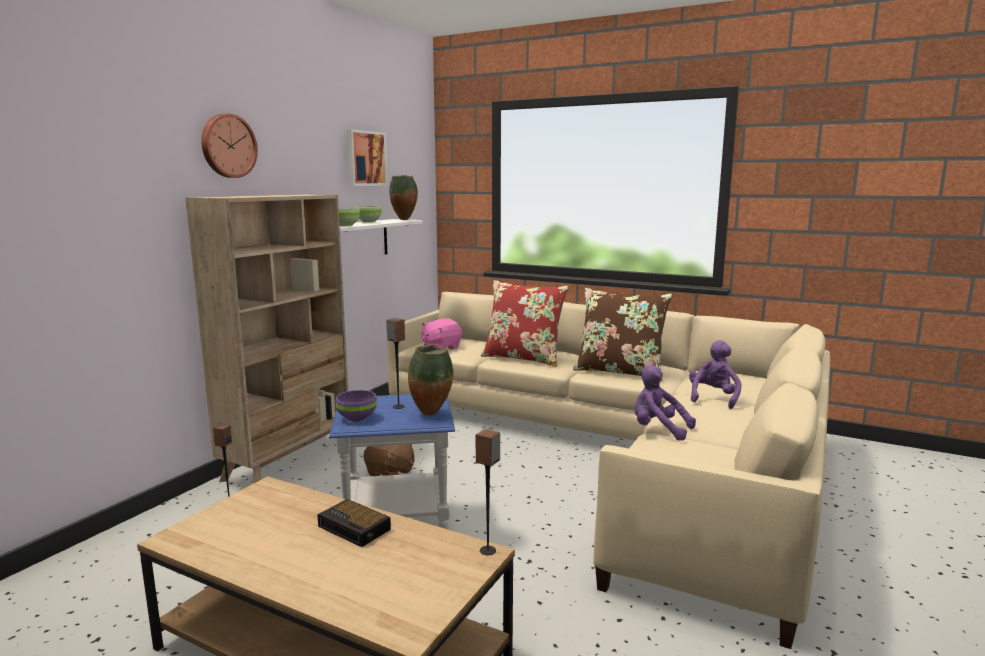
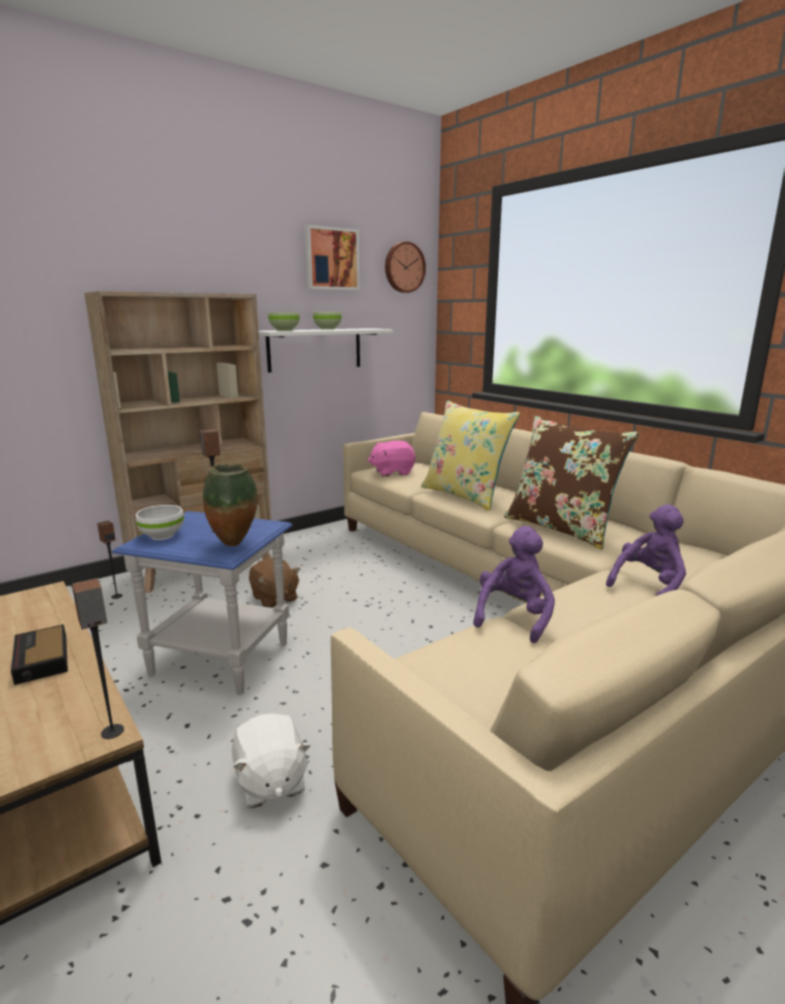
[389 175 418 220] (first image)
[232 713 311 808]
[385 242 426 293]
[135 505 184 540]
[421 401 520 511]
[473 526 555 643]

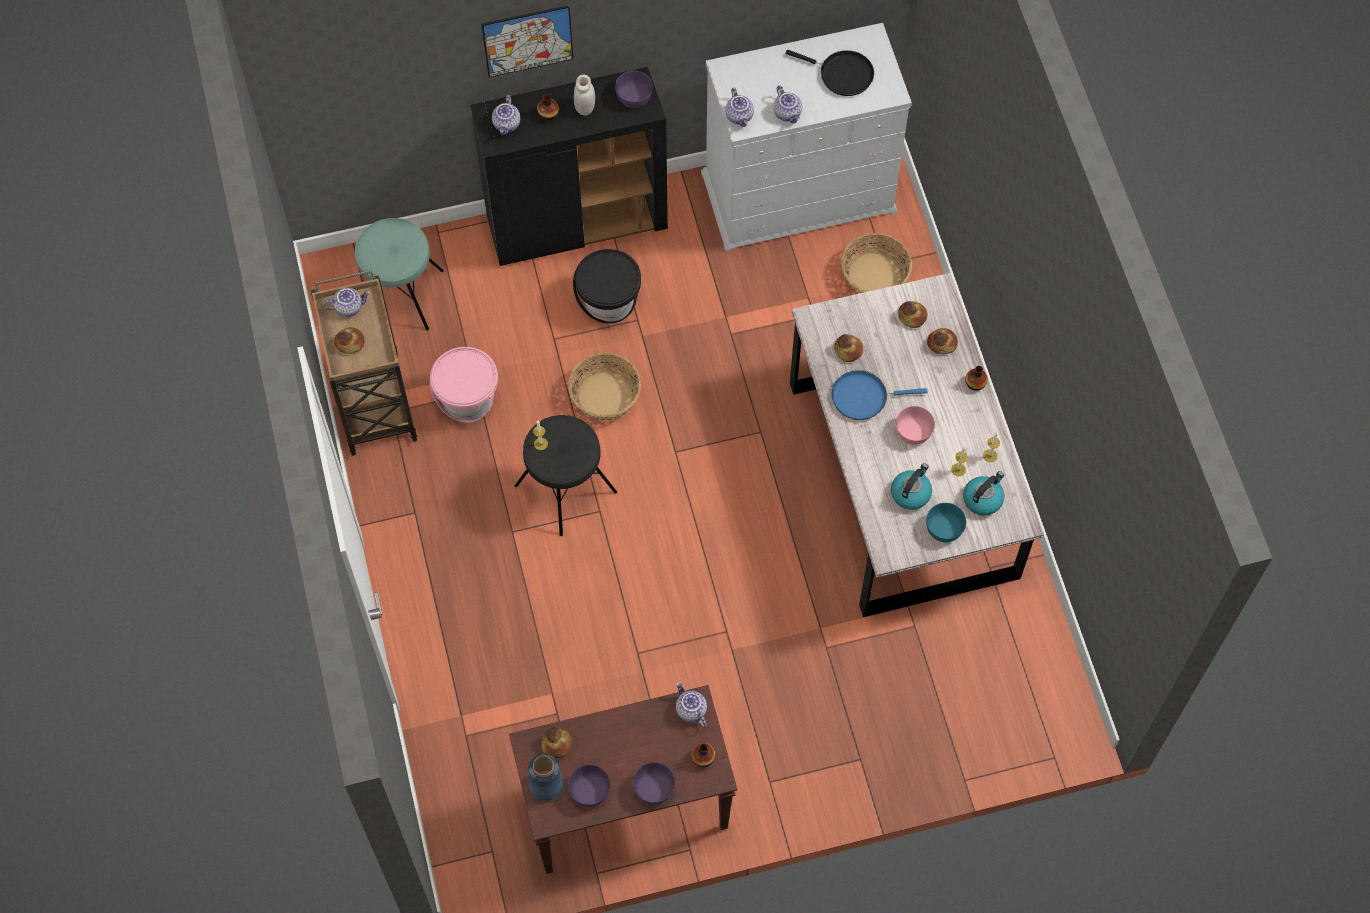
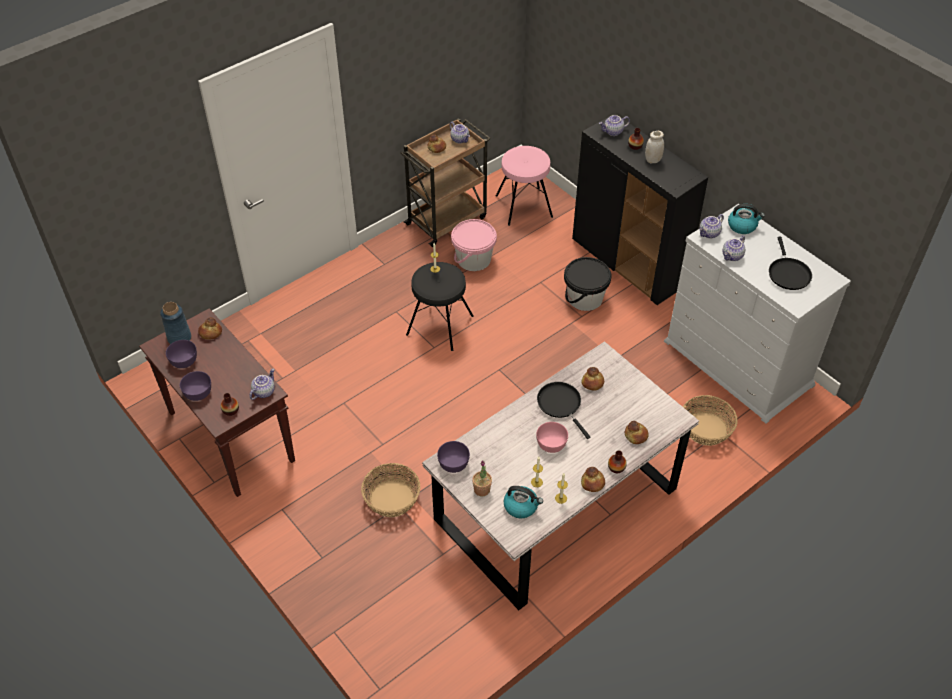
[481 5 573 77] (first image)
[361 463 420 517]
[437 441 470 473]
[728 204 765 234]
[581 467 605 492]
[472 461 492 497]
[496 146 553 226]
[537 382 590 439]

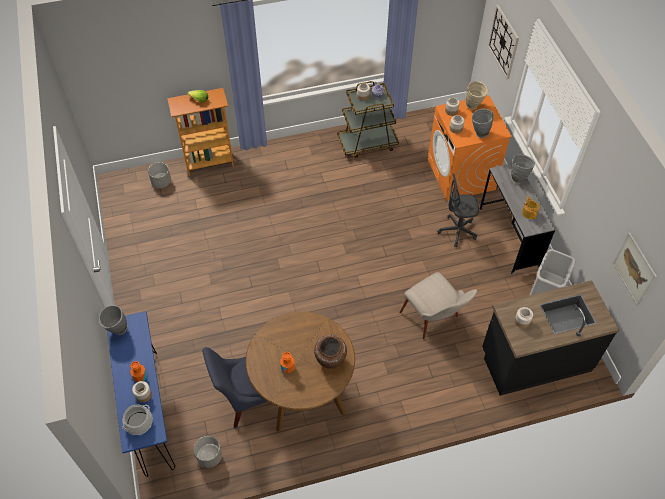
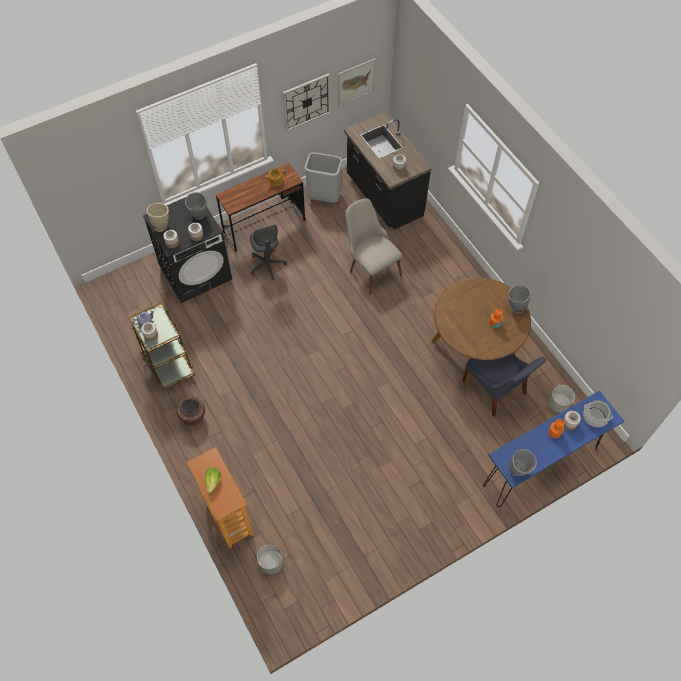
[177 397 205 426]
[283 73 330 131]
[508 285 531 314]
[143 197 232 303]
[216 163 306 252]
[345 198 402 295]

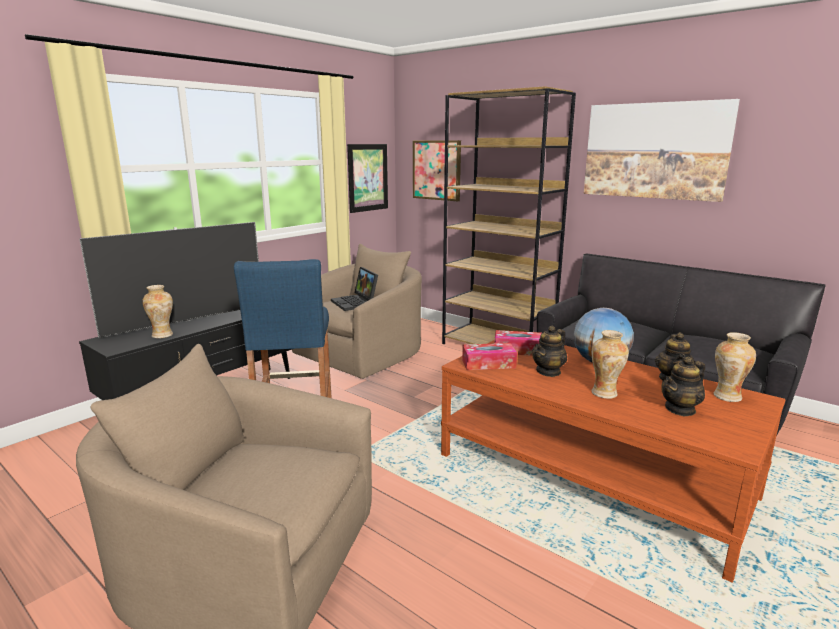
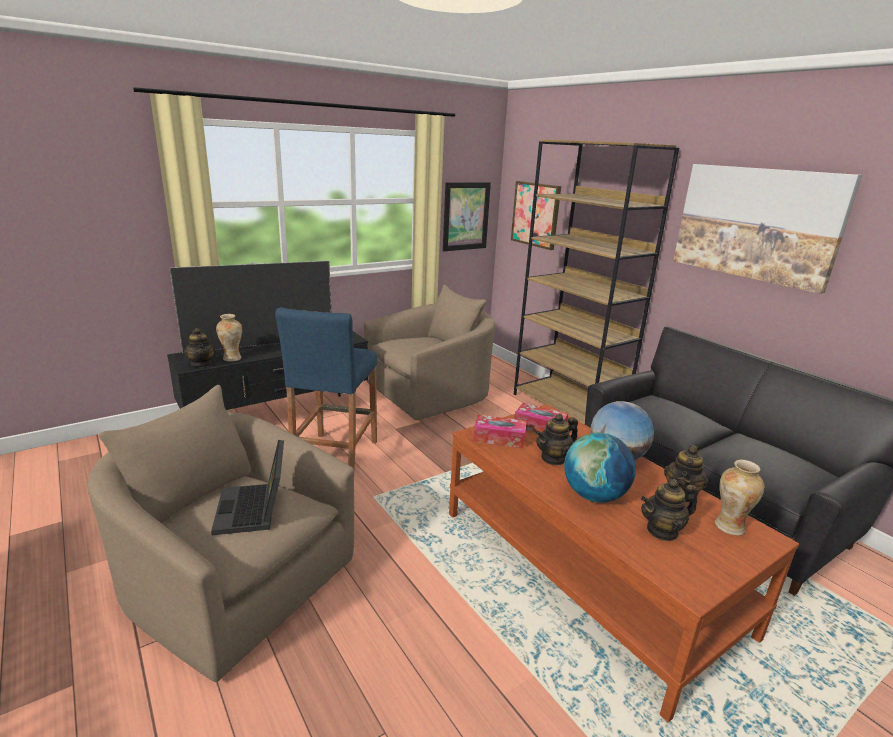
[184 328 216 368]
[211 440 284 535]
[564 433 636 503]

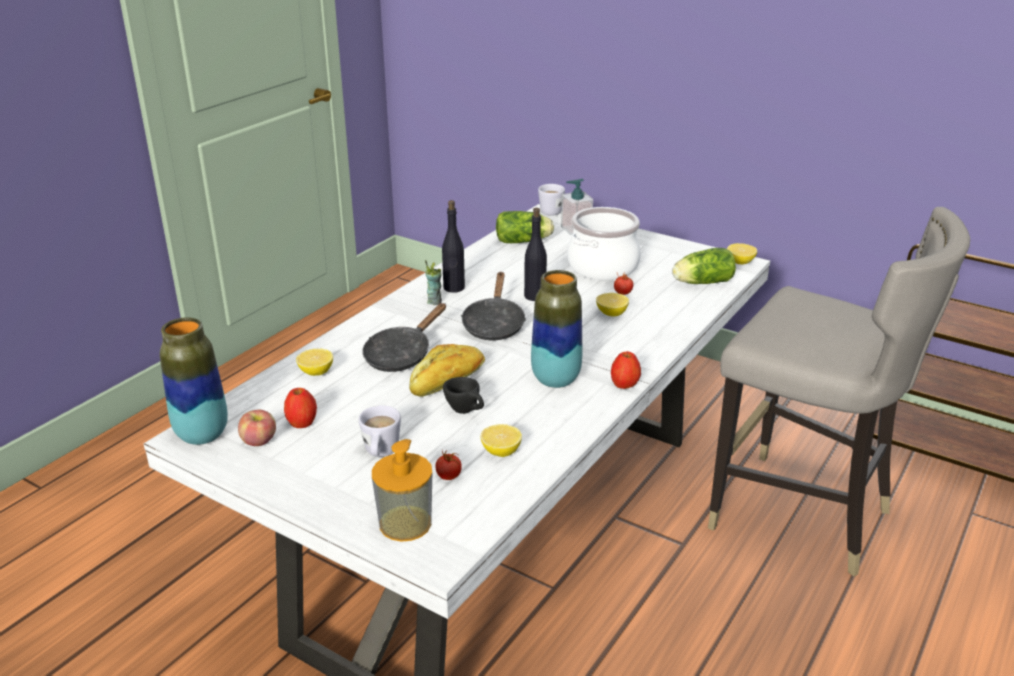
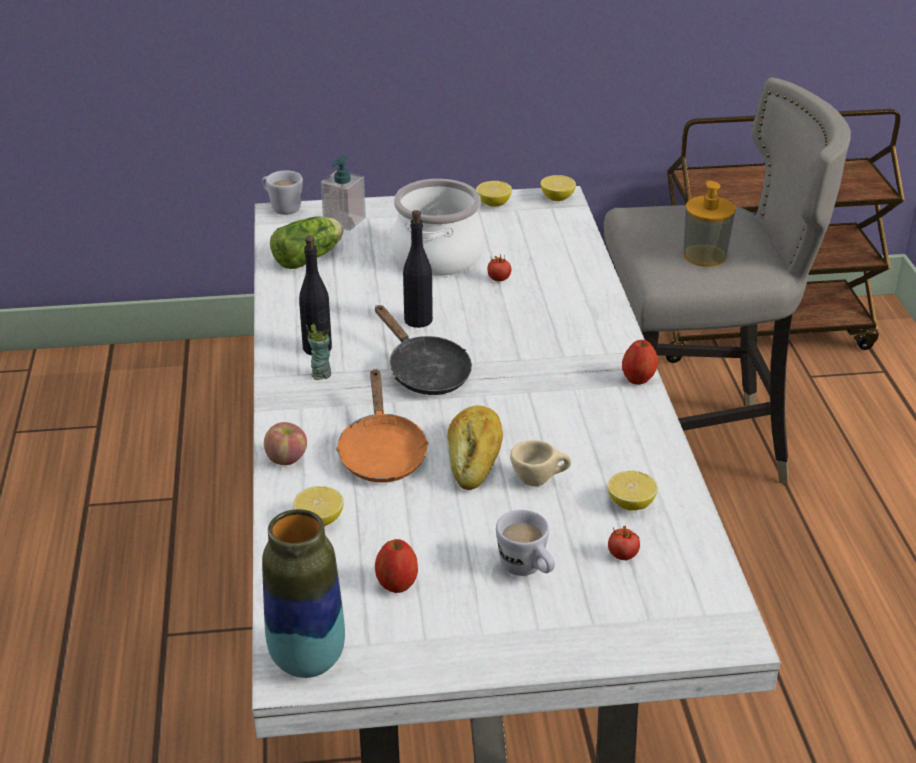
[531 270 582 388] (first image)
[672 248 736 284] (first image)
[264 422 307 465]
[683 180 736 267]
[476 181 512 207]
[336 369 429 482]
[510 440 571 486]

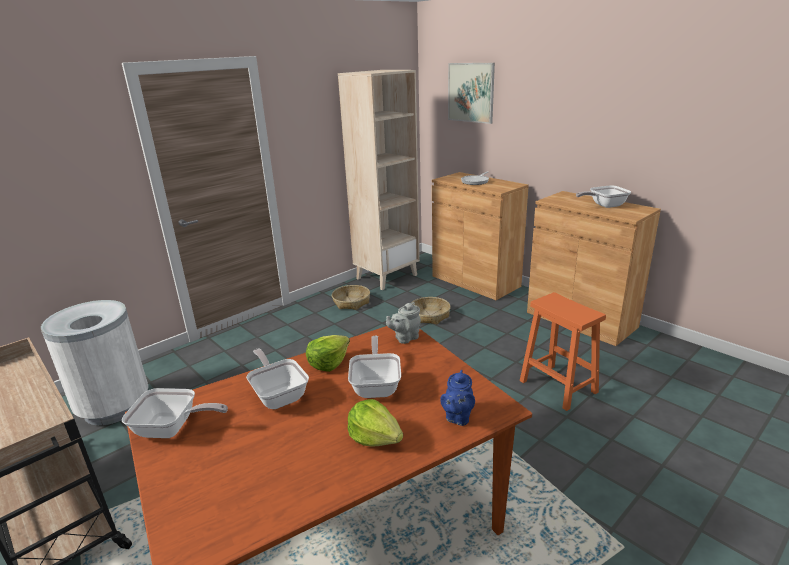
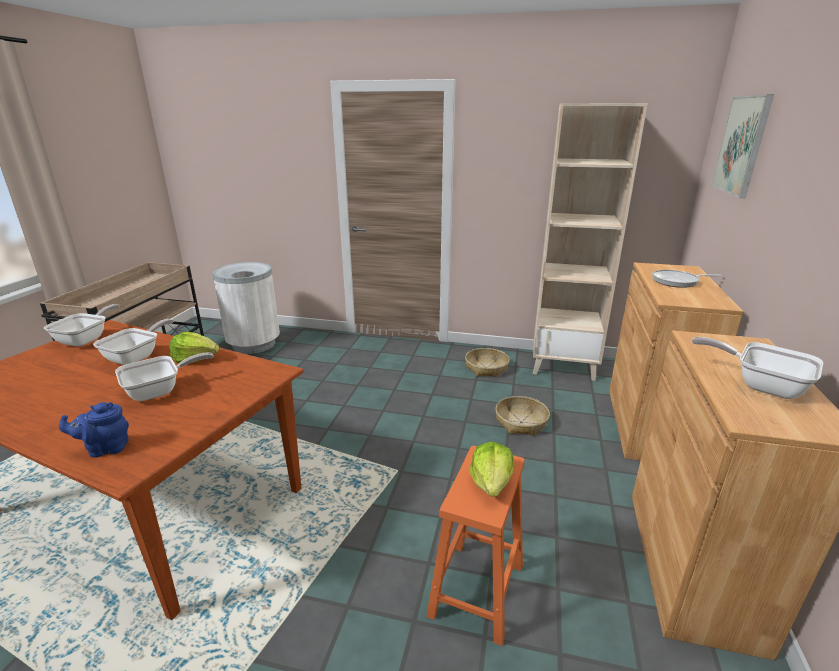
[386 302 421 344] (first image)
[470 441 514 497]
[44 304 120 347]

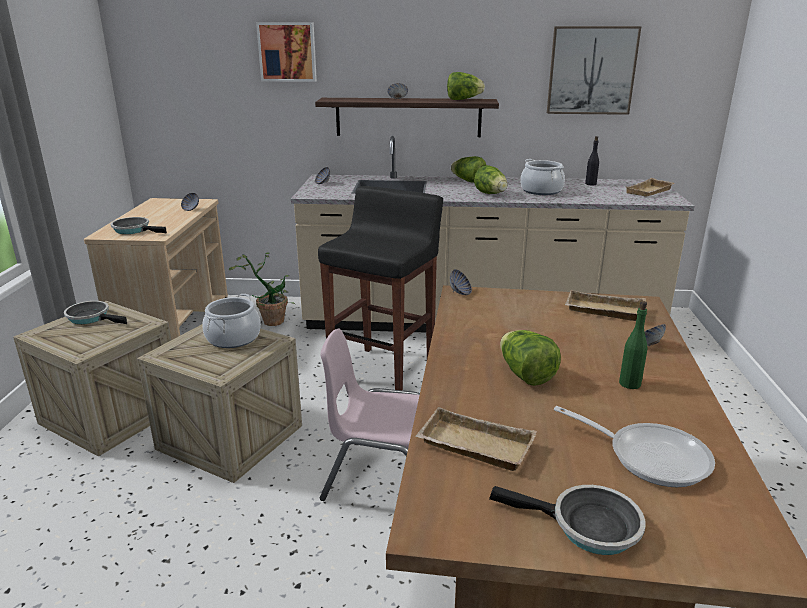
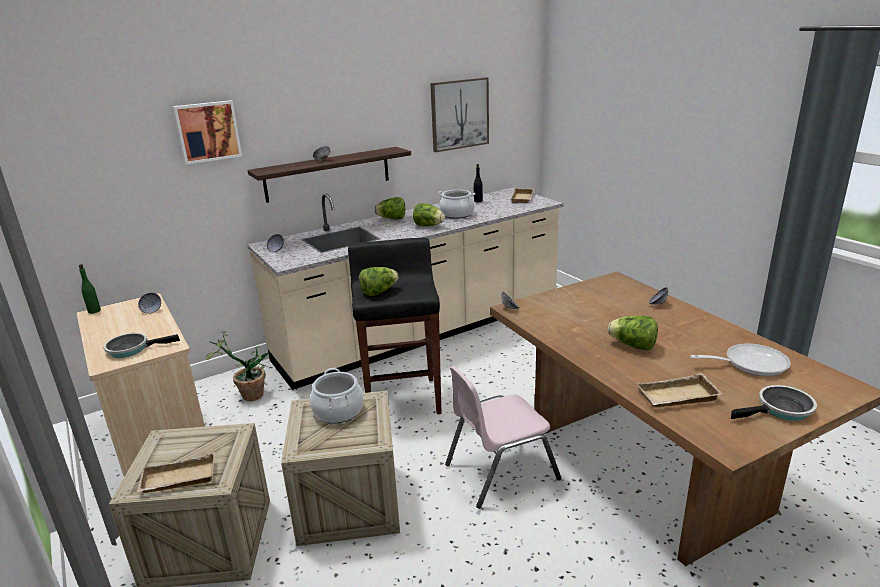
[64 301 127 324] (first image)
[359 267 399 296]
[137 452 215 493]
[79 264 101 314]

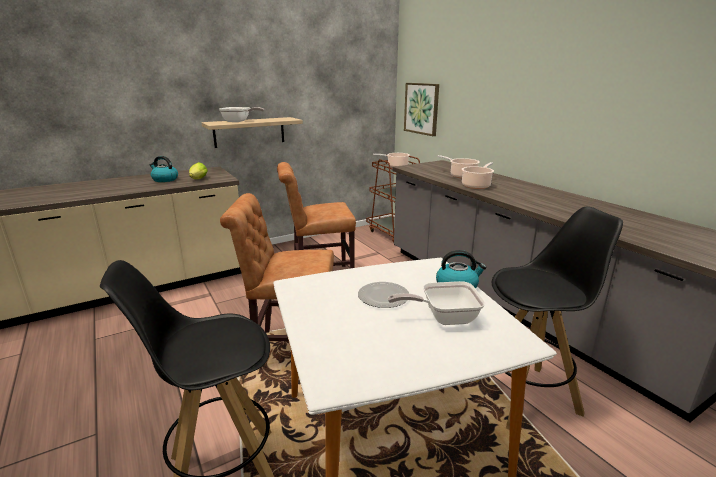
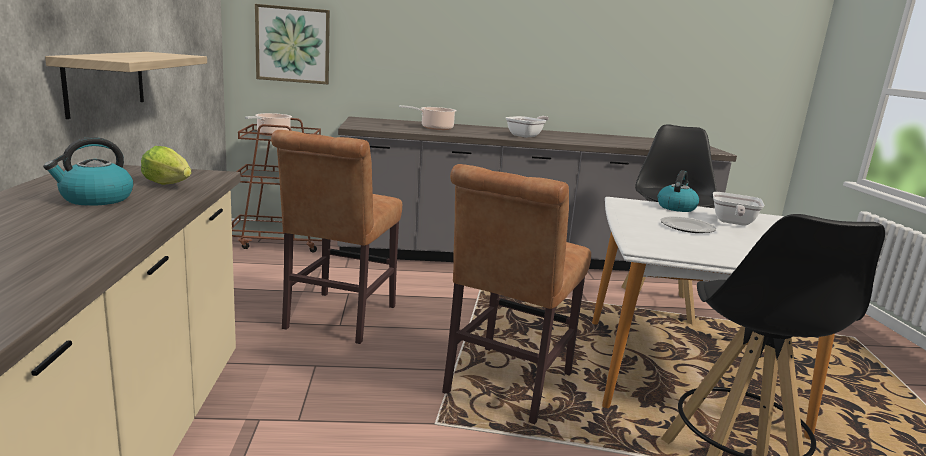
[462 162 494 189] (first image)
[506 116 549 138]

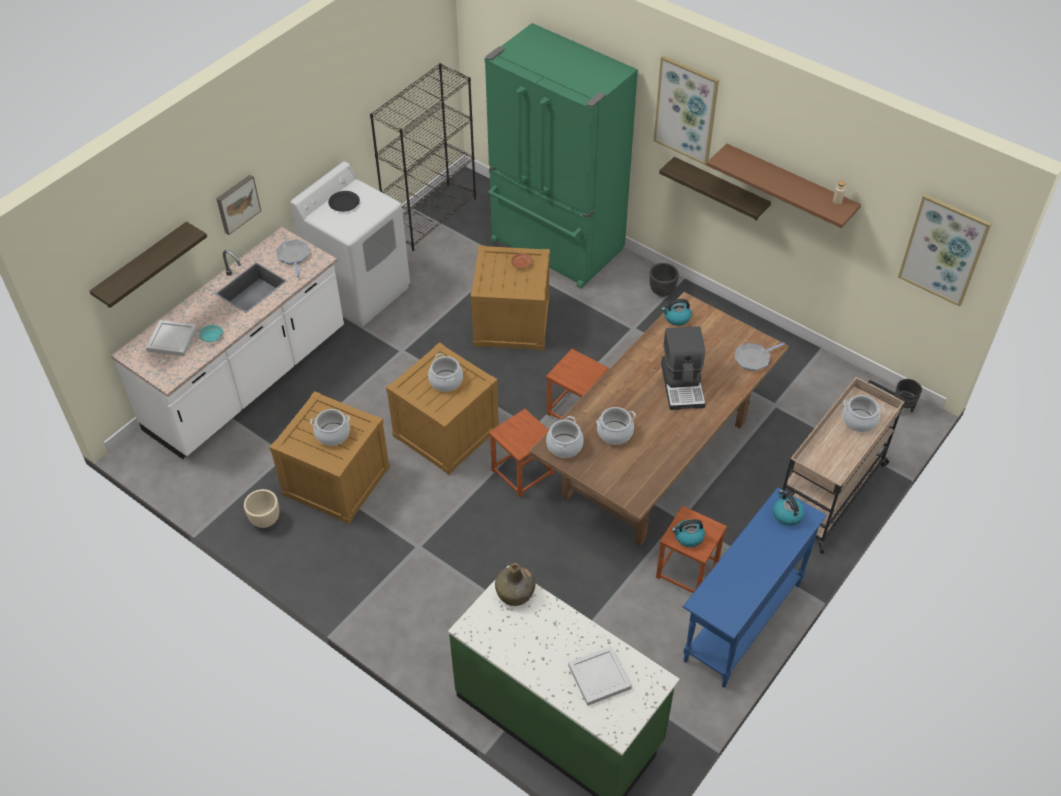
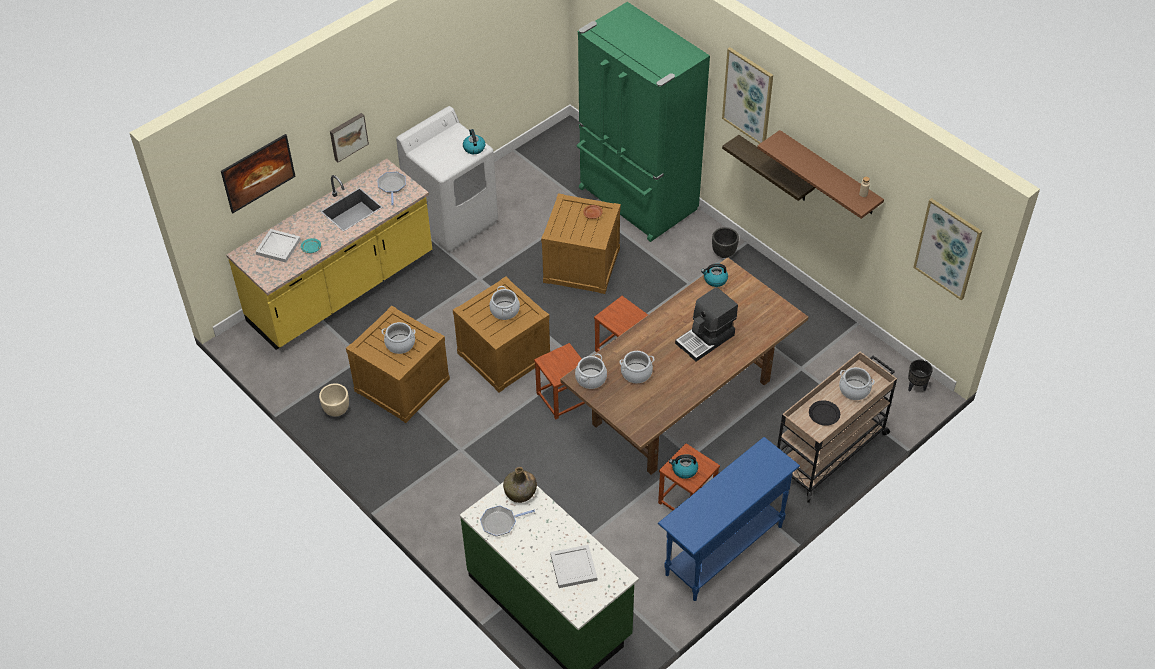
[370 63 476 251] (first image)
[809 400 840 426]
[480 505 535 536]
[463 129 485 154]
[221 134 296 213]
[226 158 432 350]
[675 287 738 361]

